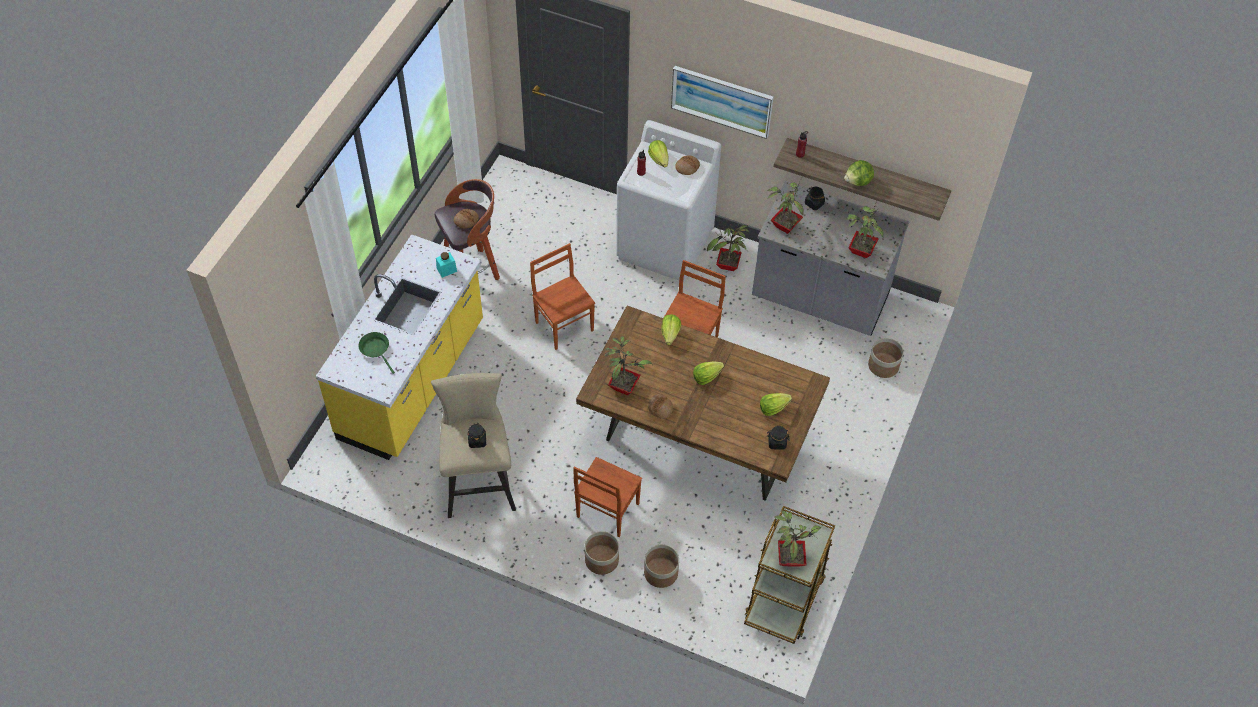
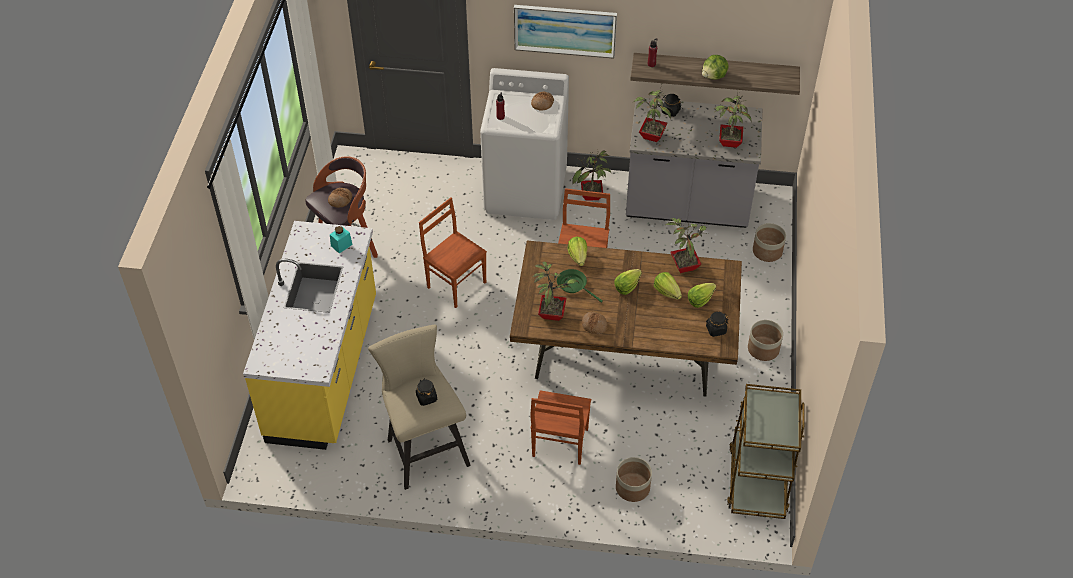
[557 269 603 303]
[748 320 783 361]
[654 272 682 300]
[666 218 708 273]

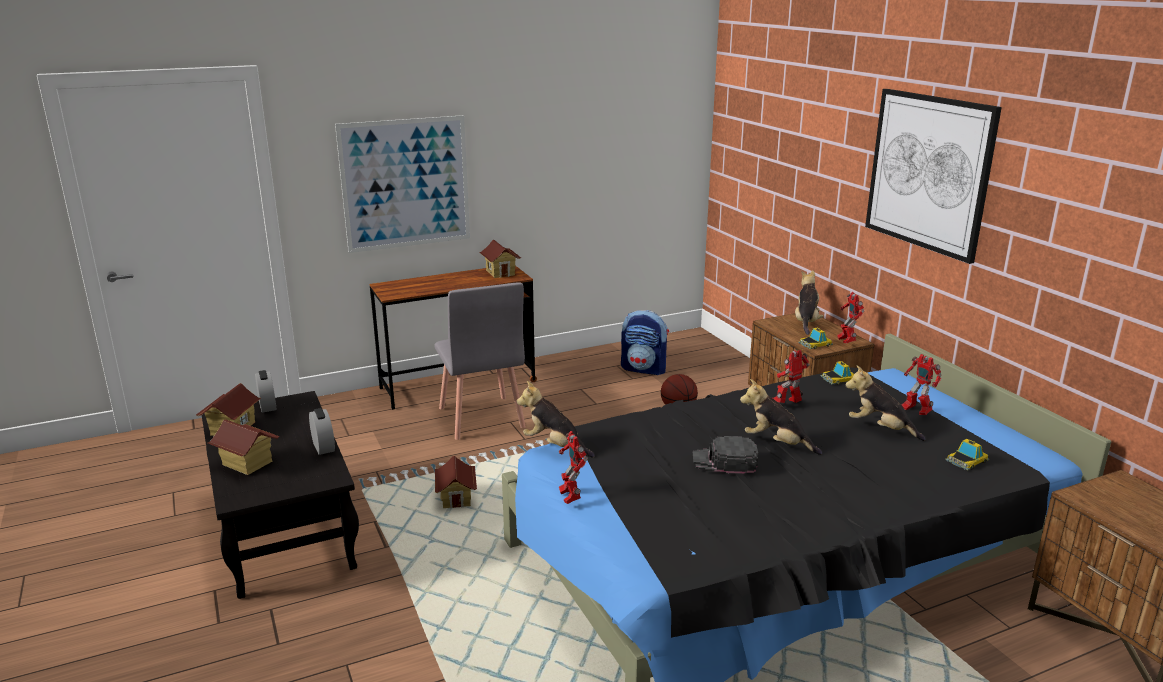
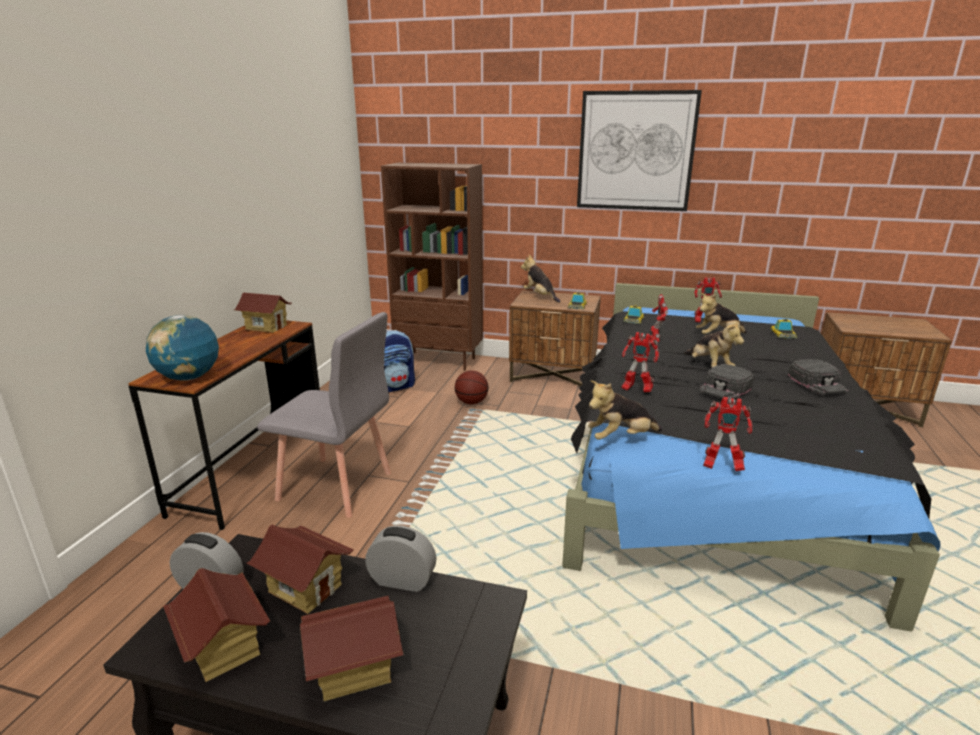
[335 115 470 253] (first image)
[146 315 219 381]
[381 163 483 370]
[788 359 848 395]
[247 524 353 614]
[621 332 659 393]
[685 321 744 368]

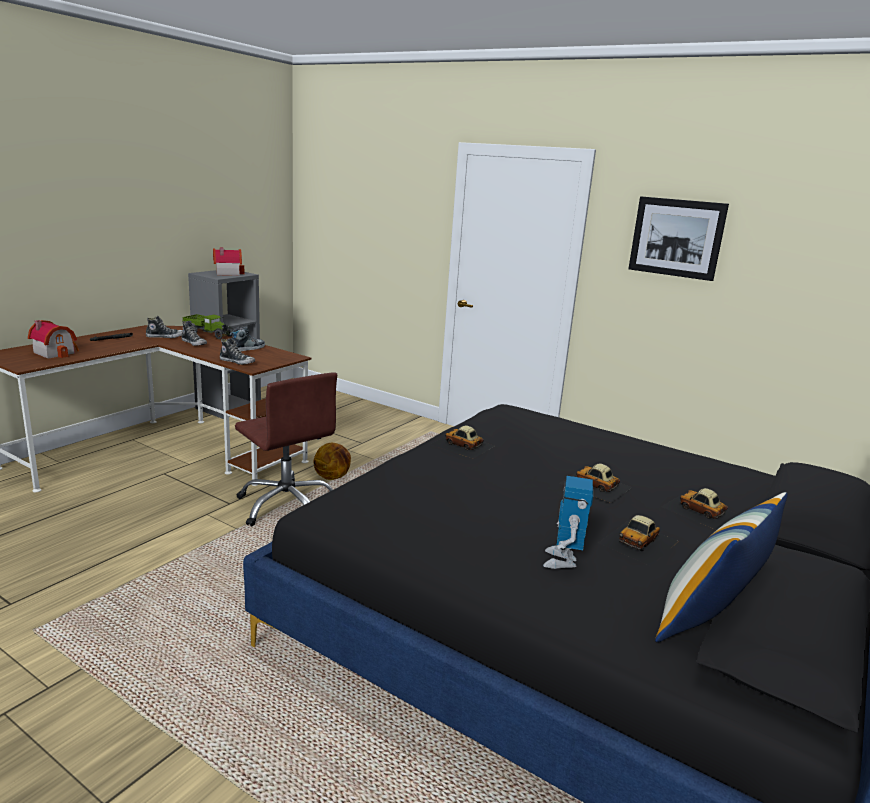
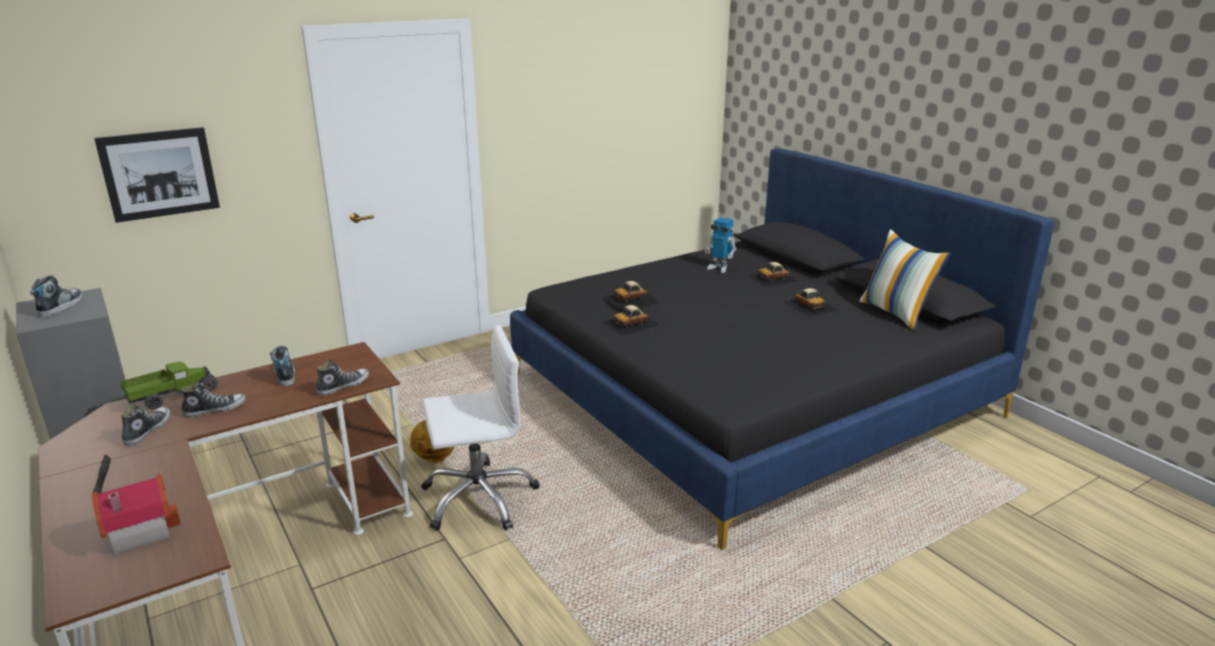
[705 218 736 273]
[603 281 658 309]
[94 127 220 223]
[31 275 82 317]
[421 325 540 531]

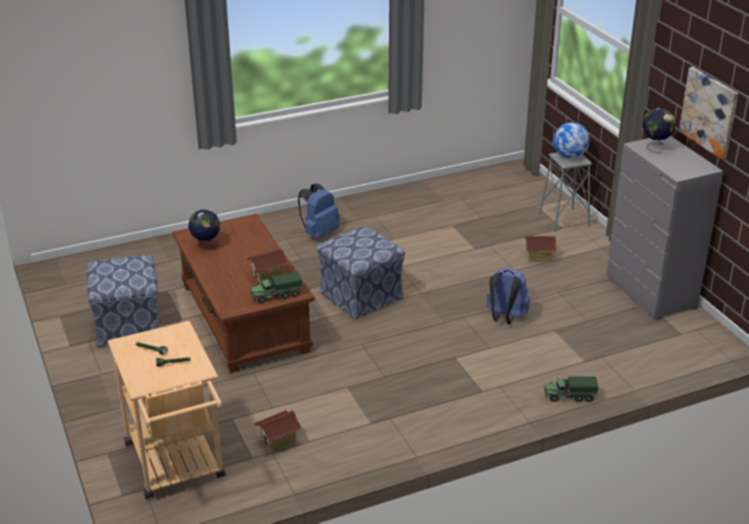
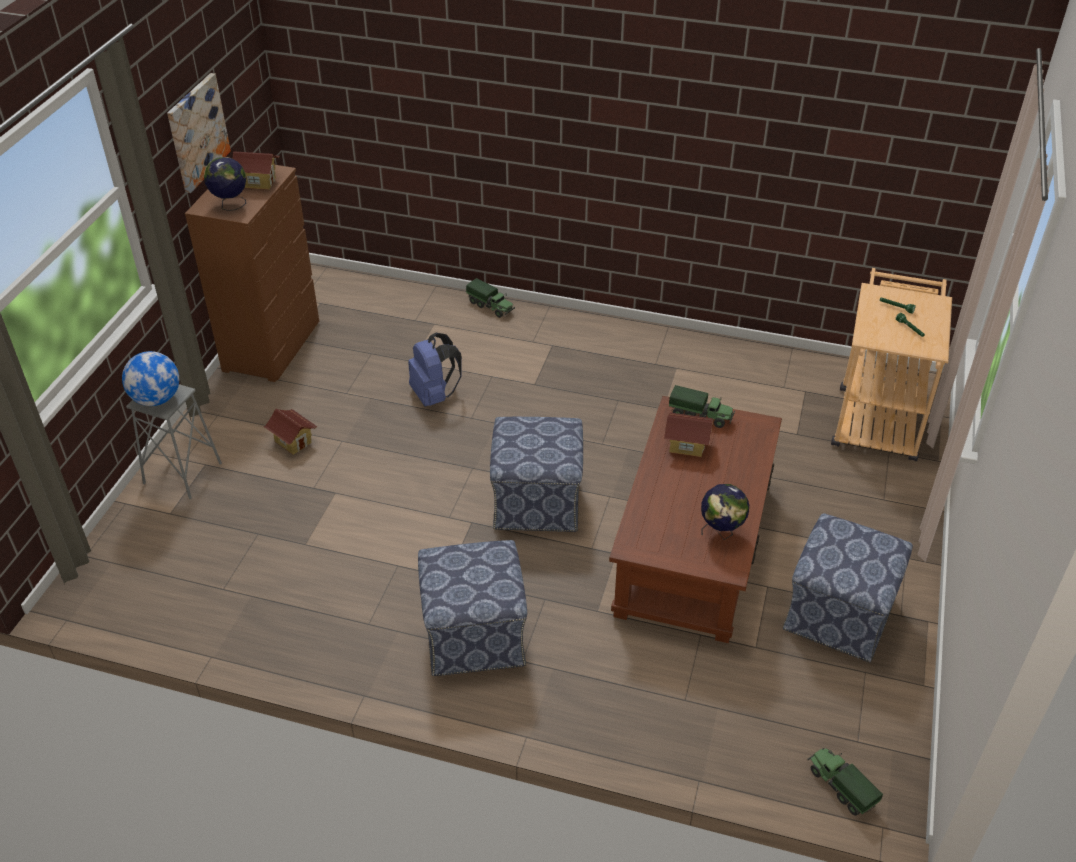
[807 748 883 816]
[232 151 280 190]
[418 540 527 676]
[185 165 319 382]

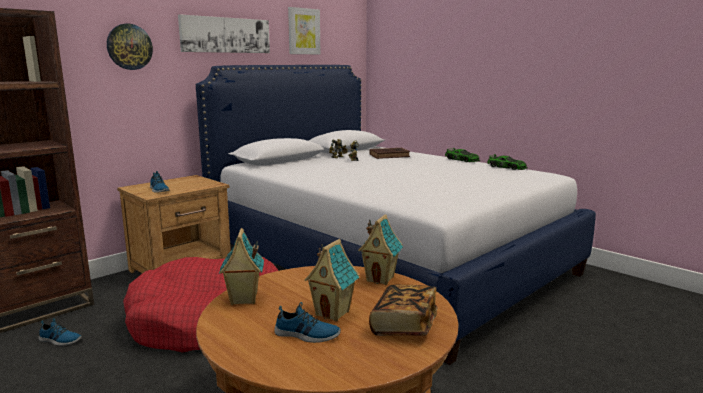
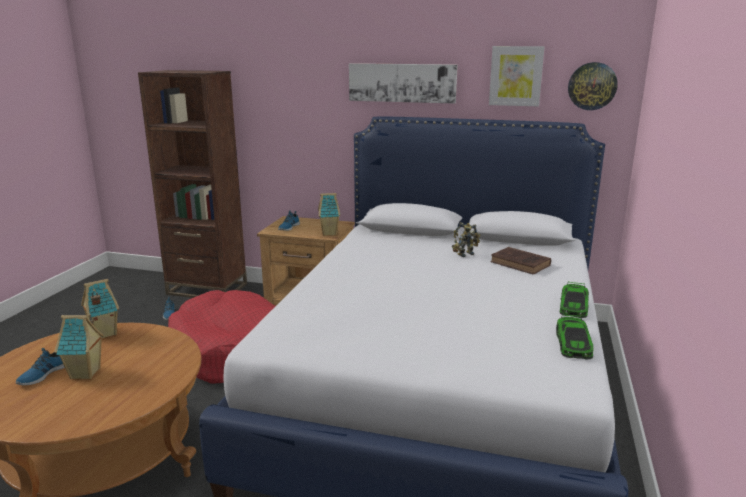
[369 284 438 336] (first image)
[568 62 618 110]
[318 193 340 236]
[16 348 65 385]

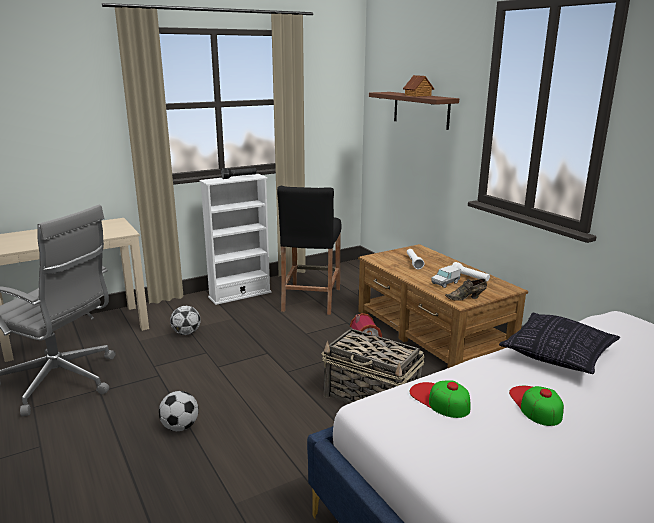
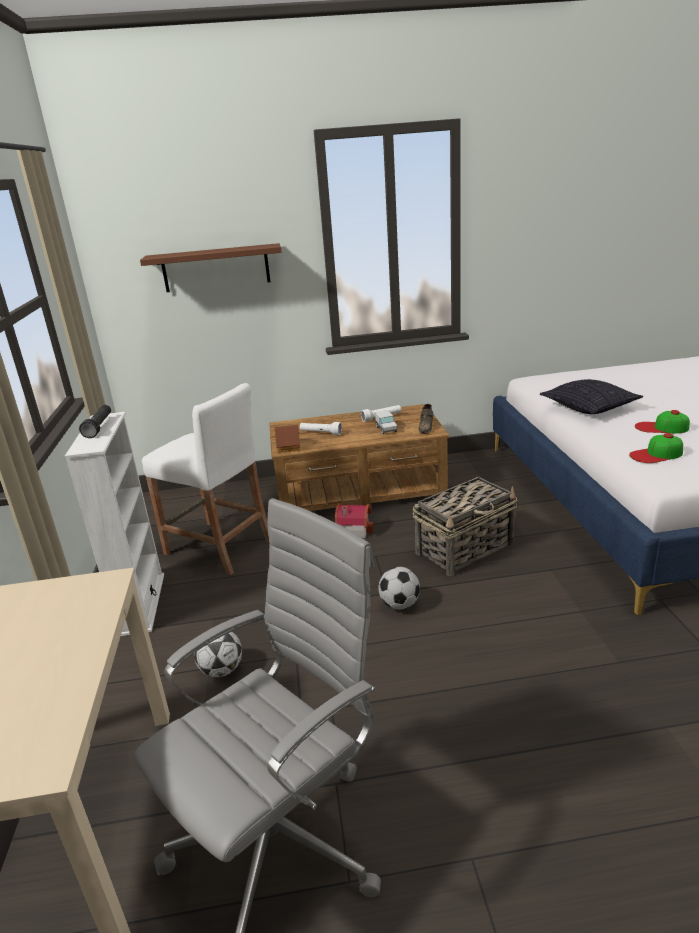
[378 567 420 610]
[274 425 300 453]
[142 383 269 575]

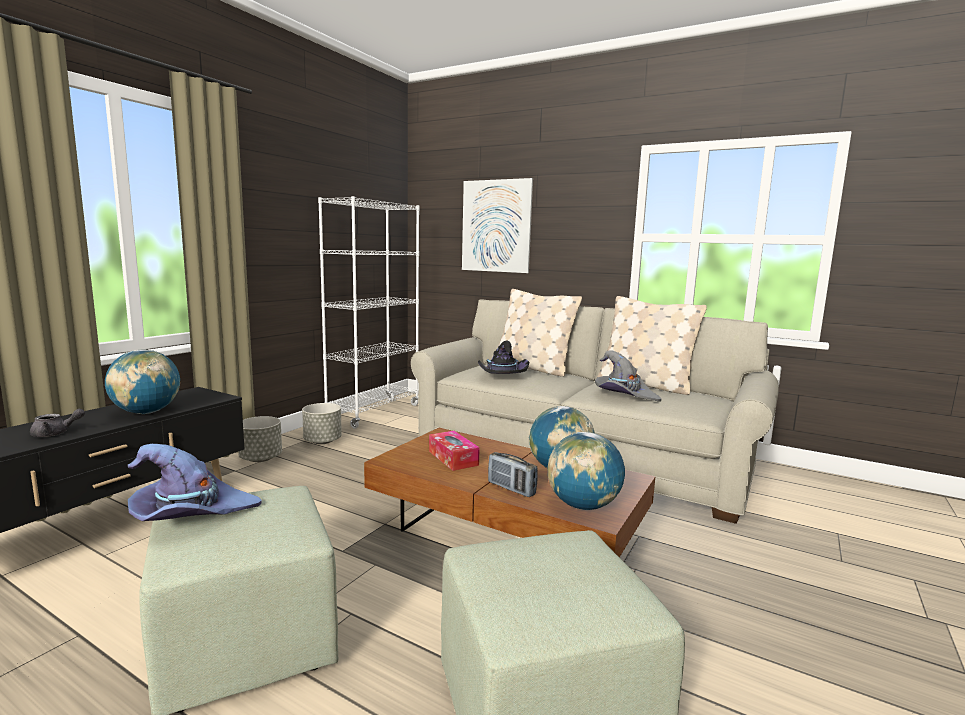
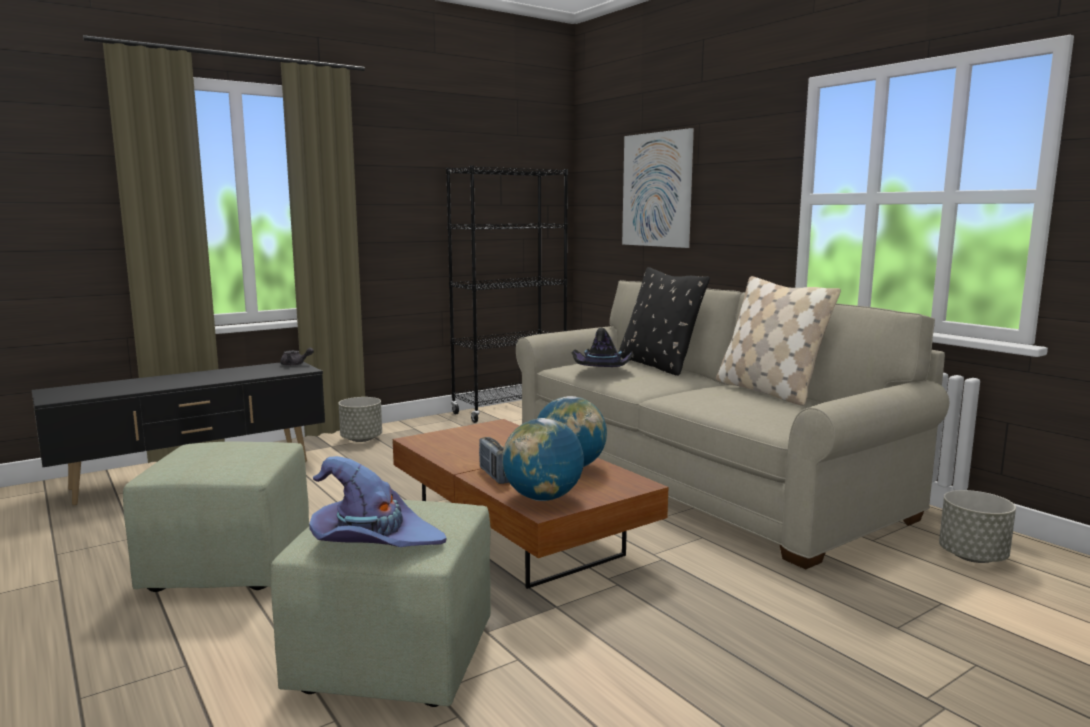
[105 350 180 414] (first image)
[429 431 480 471] (first image)
[595 350 661 402] (first image)
[280 348 314 366]
[309 456 447 547]
[939 490 1016 563]
[446 165 568 423]
[619 267 710 376]

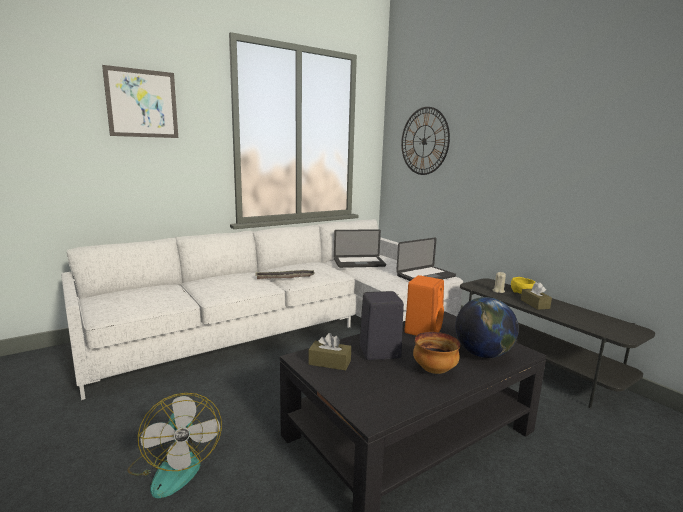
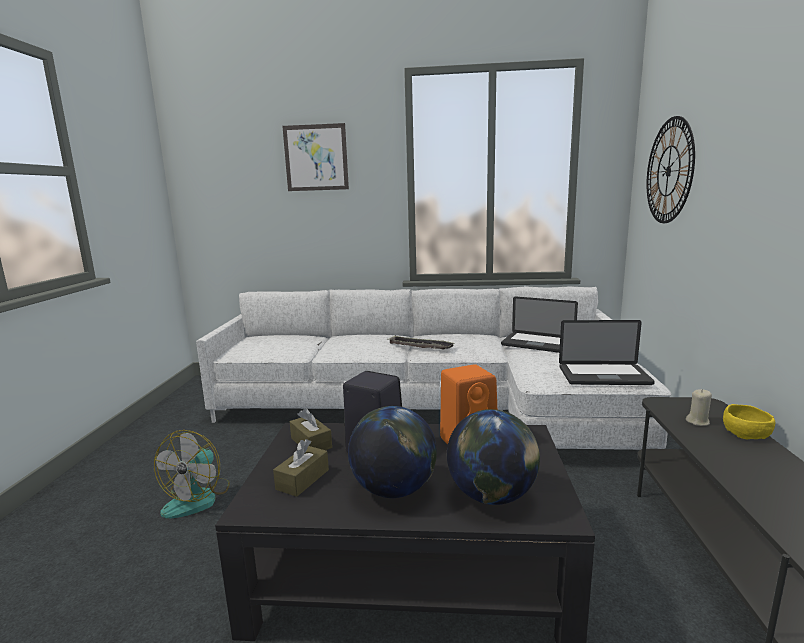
[273 439 329 497]
[348 406 437 498]

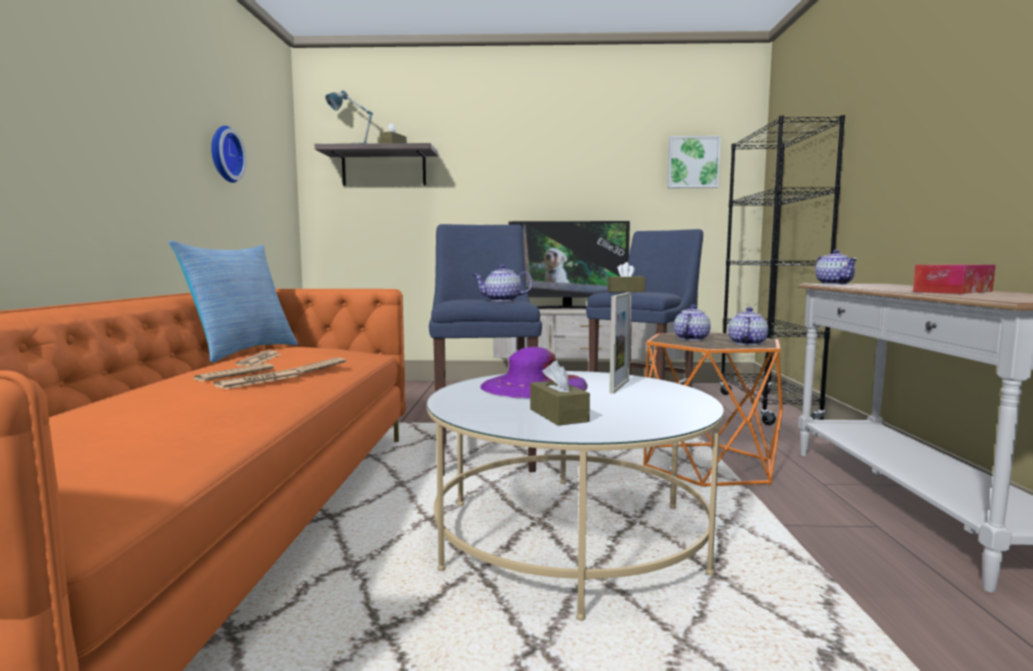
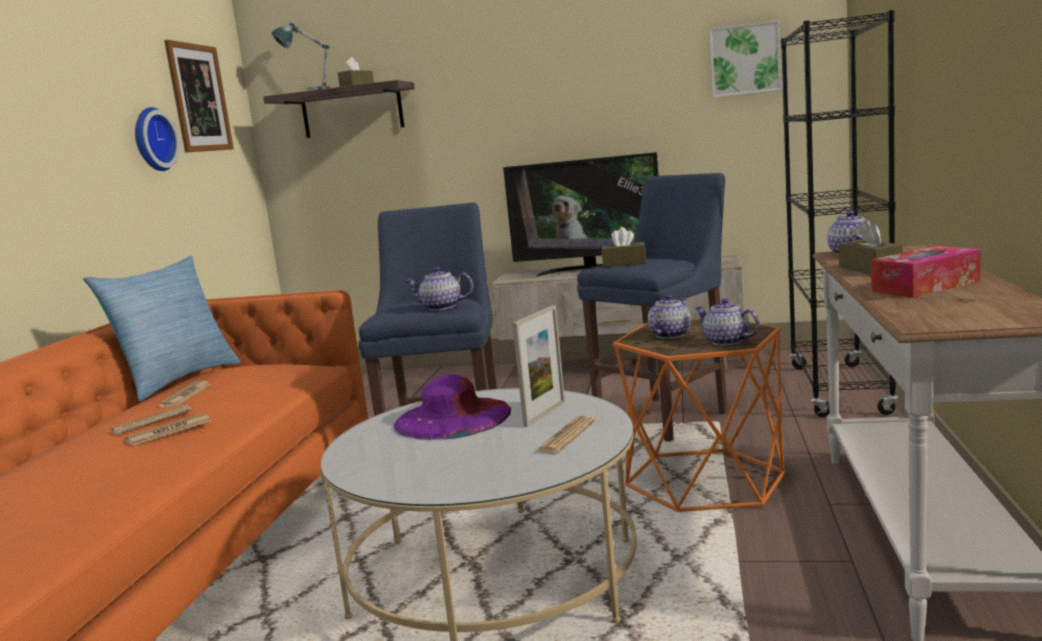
[164 40 234 152]
[535 416 595 454]
[839 219 903 274]
[694 298 759 346]

